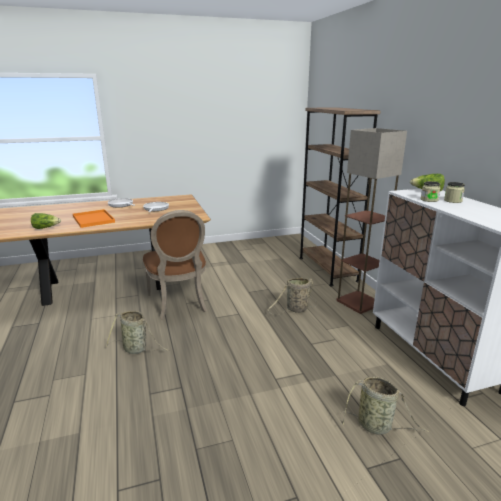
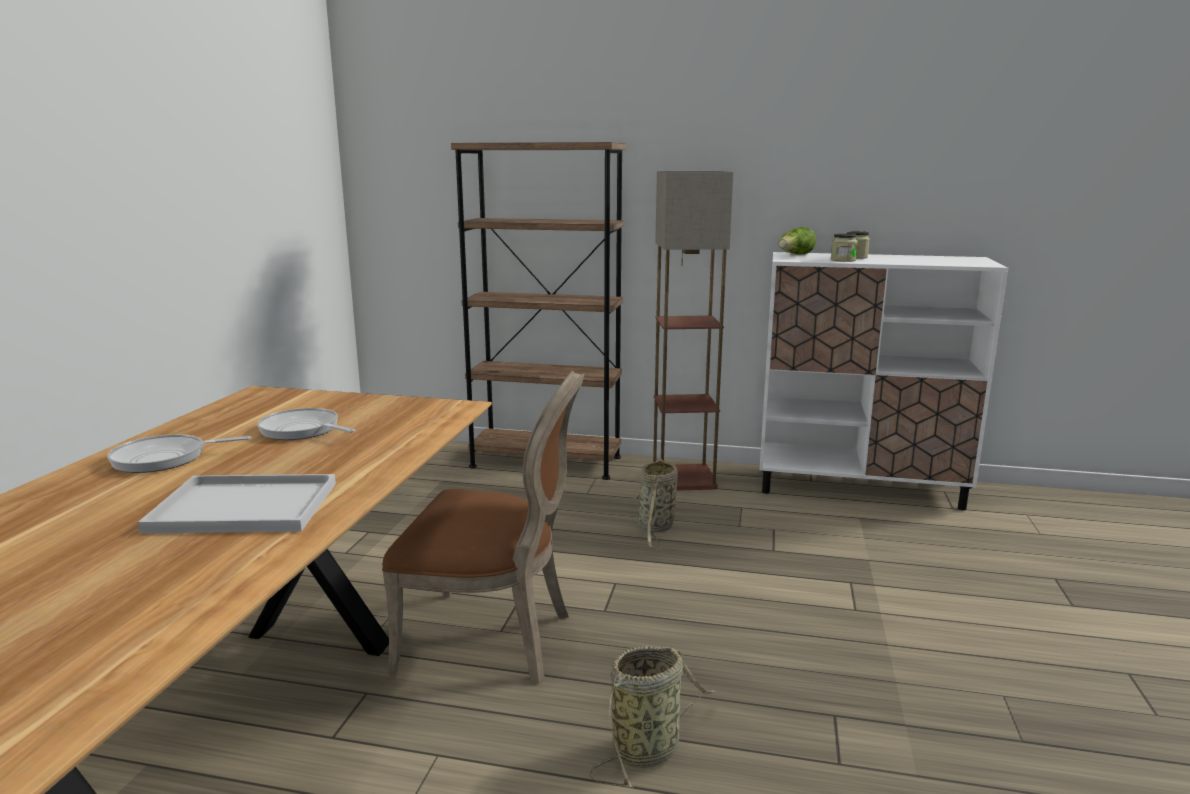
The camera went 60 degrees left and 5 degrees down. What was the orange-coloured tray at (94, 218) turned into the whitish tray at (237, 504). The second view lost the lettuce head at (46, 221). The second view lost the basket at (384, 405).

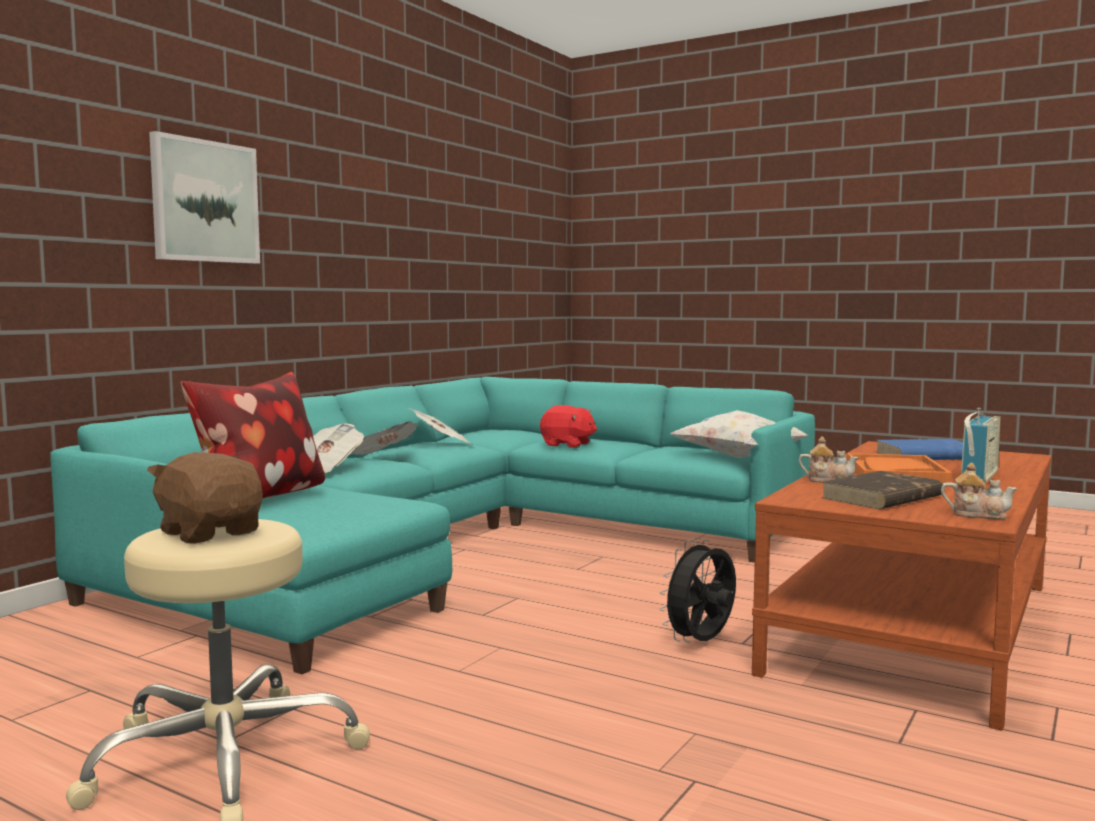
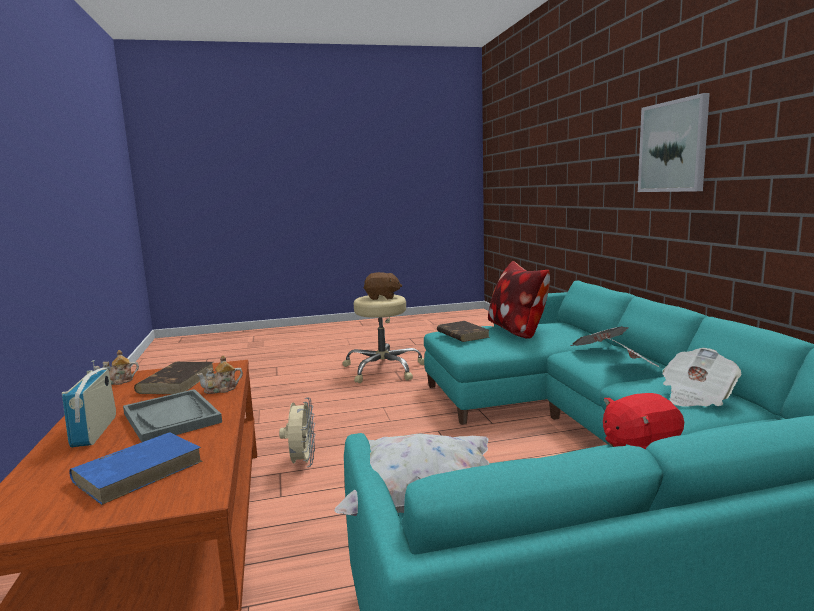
The camera went 135 degrees right and 5 degrees up. What was the orange-coloured tray at (899, 468) turned into the gray tray at (172, 415). What was the black electric fan at (697, 590) turned into the beige electric fan at (297, 432). The second view gained the brown-coloured book at (463, 331).

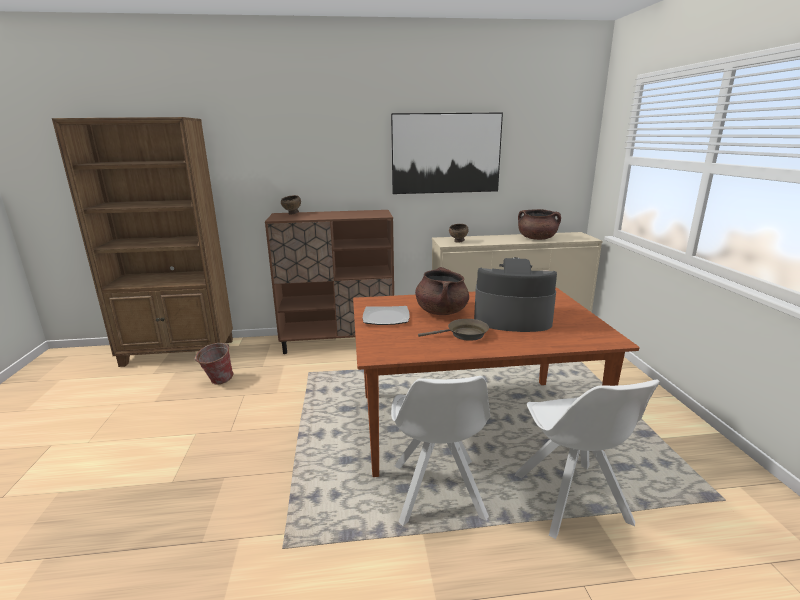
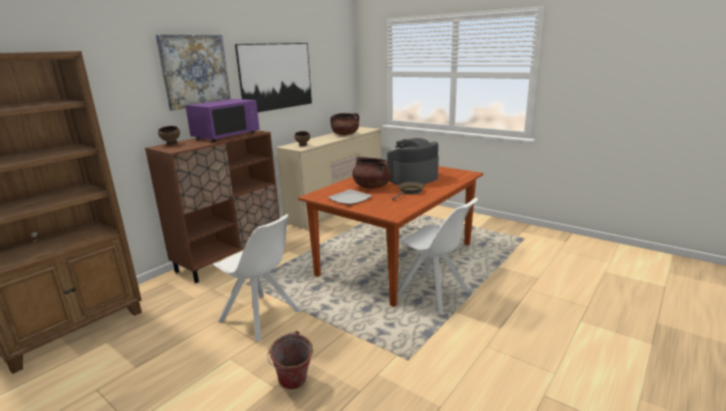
The camera went 45 degrees left and 0 degrees up. The second view gained the picture at (193, 72). The second view gained the purple-coloured kitchen microwave at (222, 120). The whitish chair ended up elsewhere, having gone from (587, 459) to (257, 277). The bucket ended up elsewhere, having gone from (213, 364) to (290, 360).

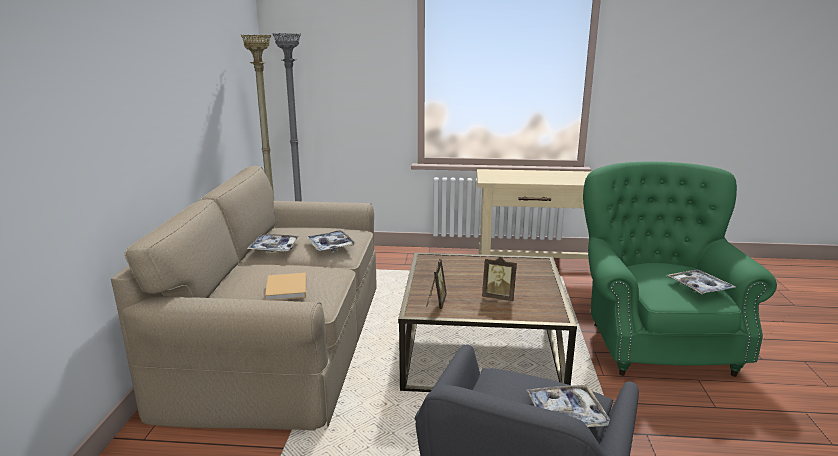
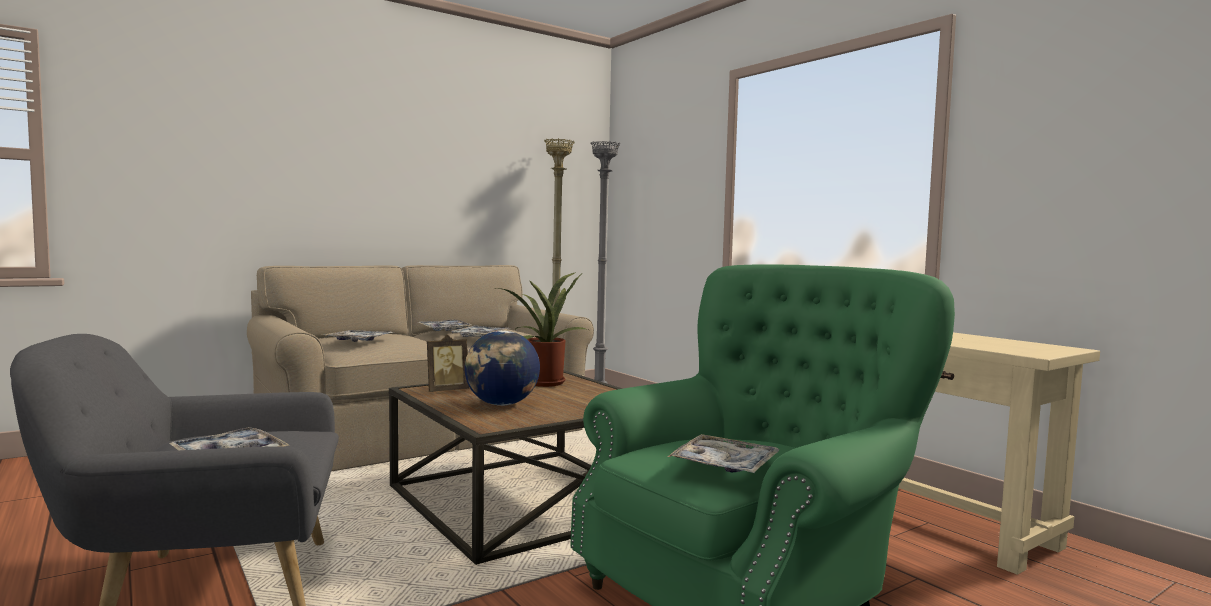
The camera went 50 degrees right and 15 degrees down. Where the beige book stood at (285, 286), the tray came to stand at (358, 336). Where the picture frame stood at (499, 279), the globe came to stand at (502, 368). The second view gained the potted plant at (544, 329).

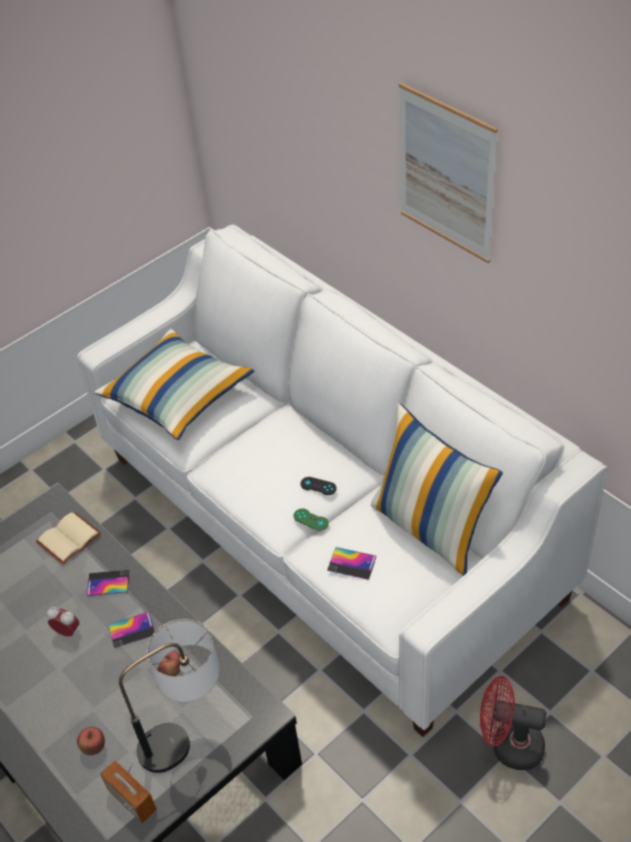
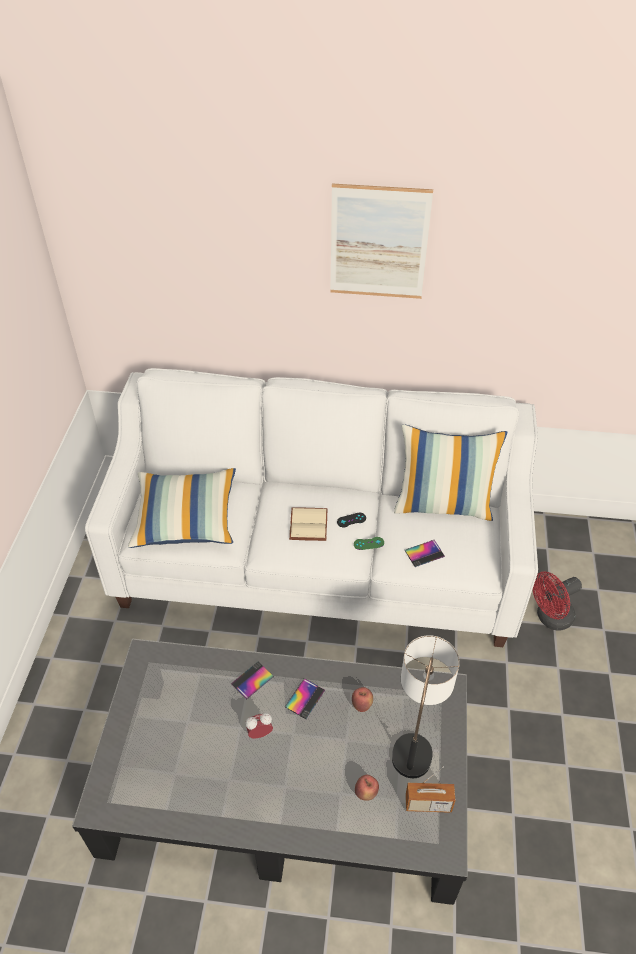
The camera went 45 degrees left and 0 degrees up. The beige book ended up elsewhere, having gone from (68, 537) to (308, 524).

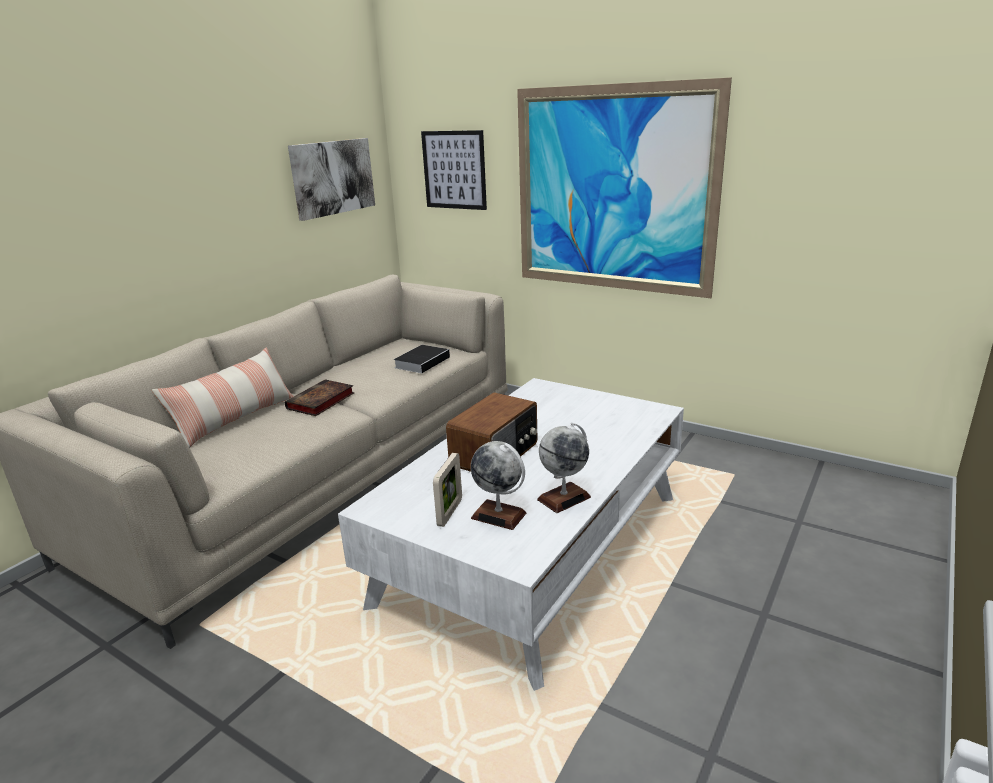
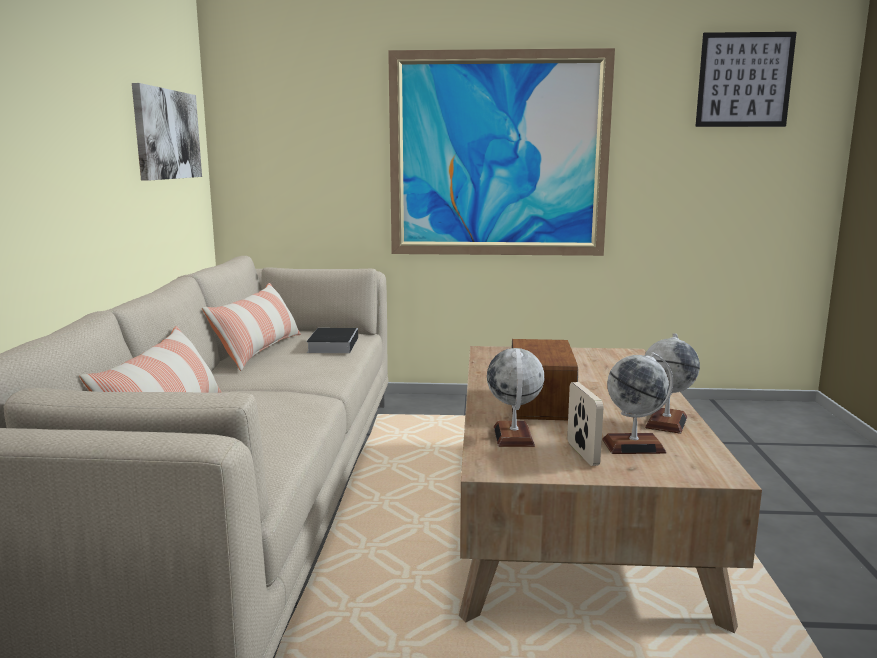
The camera went 30 degrees left and 10 degrees down. The second view gained the pillow at (251, 327). What was the whitish low table at (511, 534) turned into the brown-coloured low table at (610, 489). The second view gained the globe at (515, 397). The picture ended up elsewhere, having gone from (454, 170) to (745, 79). The second view lost the book at (319, 397).

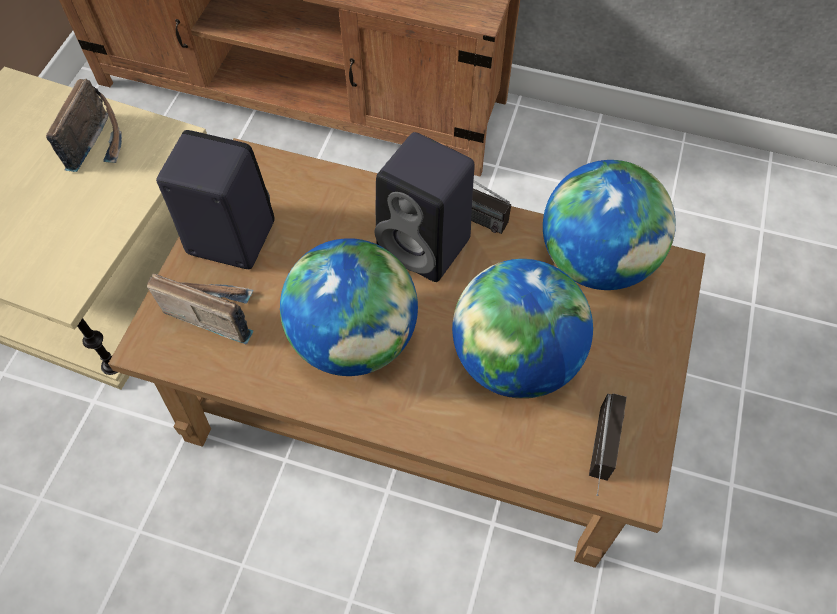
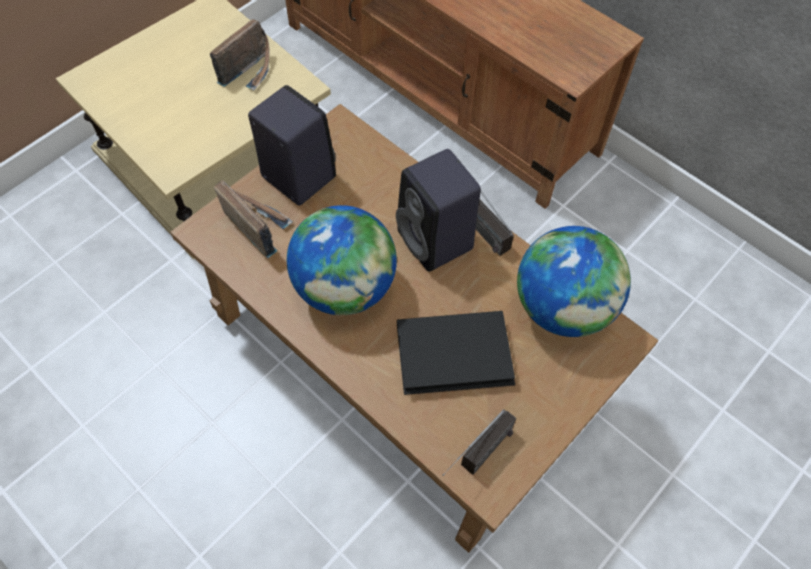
The camera went 25 degrees right and 0 degrees up. Where the globe stood at (522, 329), the black book came to stand at (456, 353).

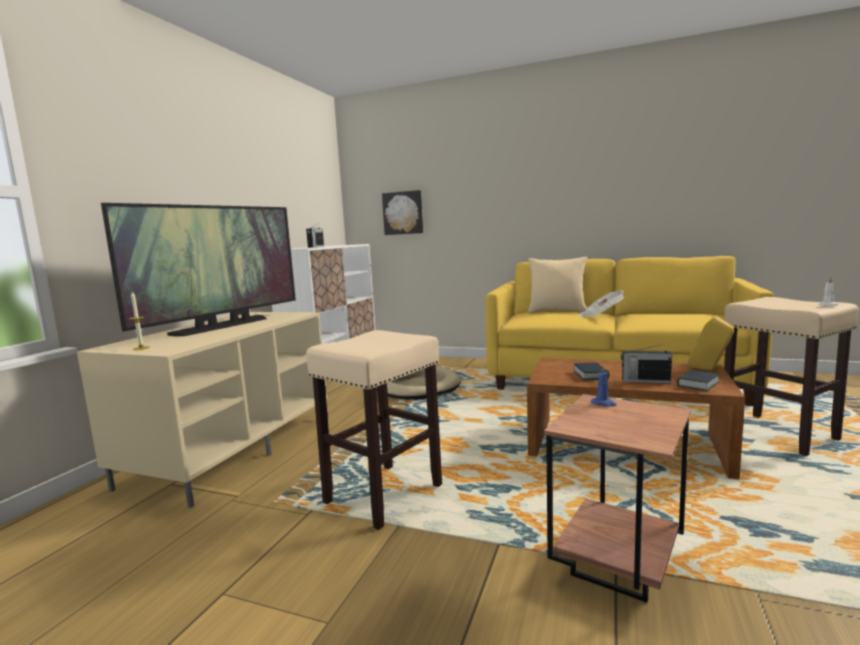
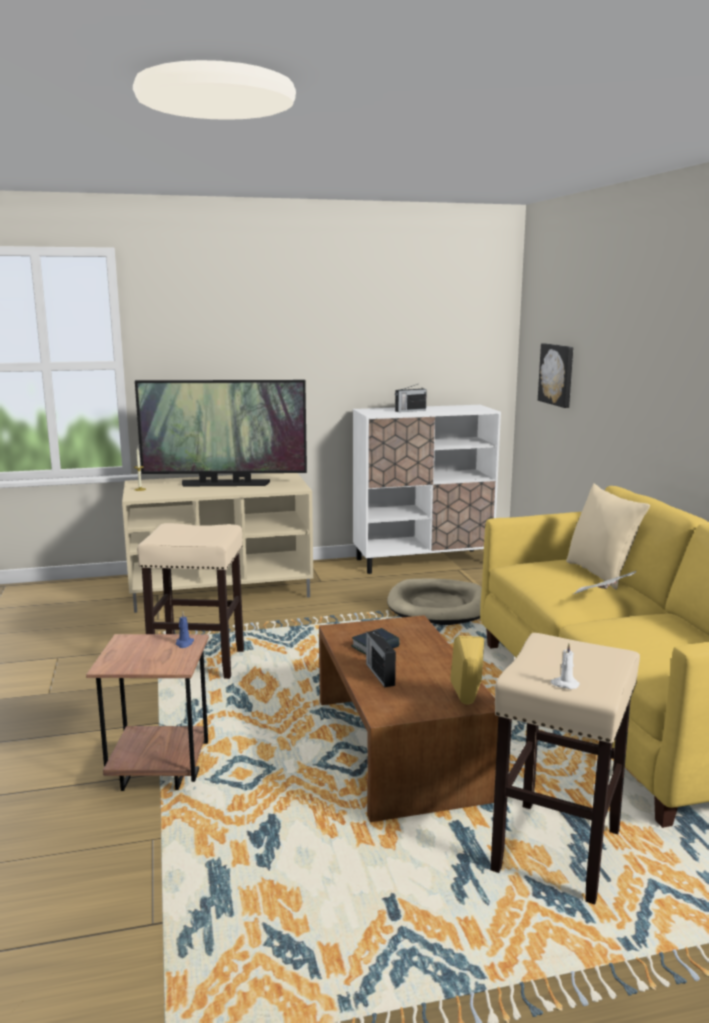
The camera went 55 degrees right and 5 degrees up. The second view lost the book at (698, 380).

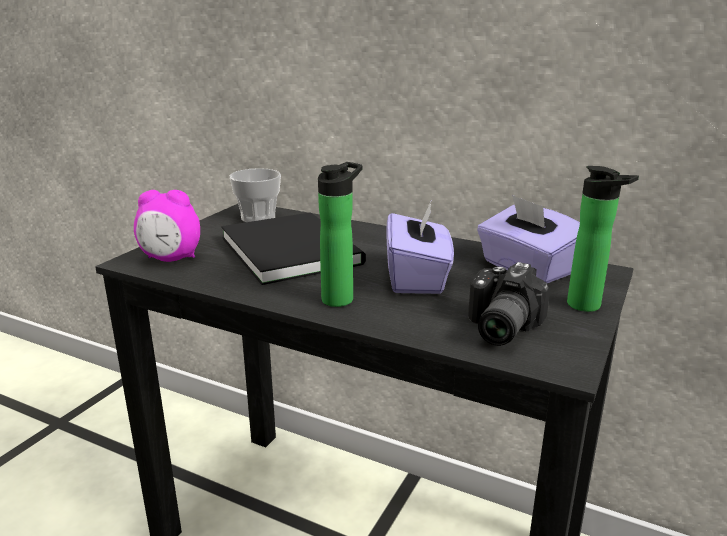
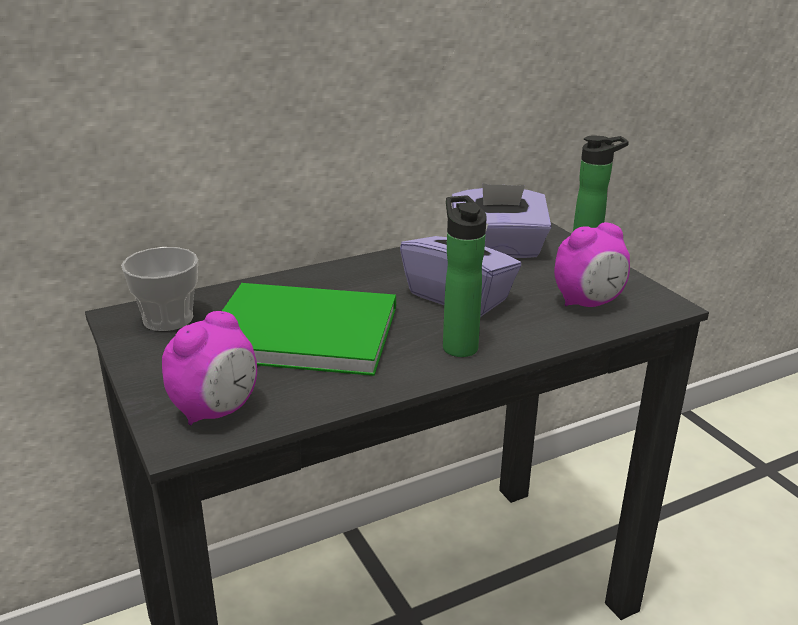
The camera went 55 degrees left and 5 degrees up. What was the black book at (293, 248) turned into the green book at (309, 329). Where the photo camera stood at (509, 304), the alarm clock came to stand at (592, 264).

